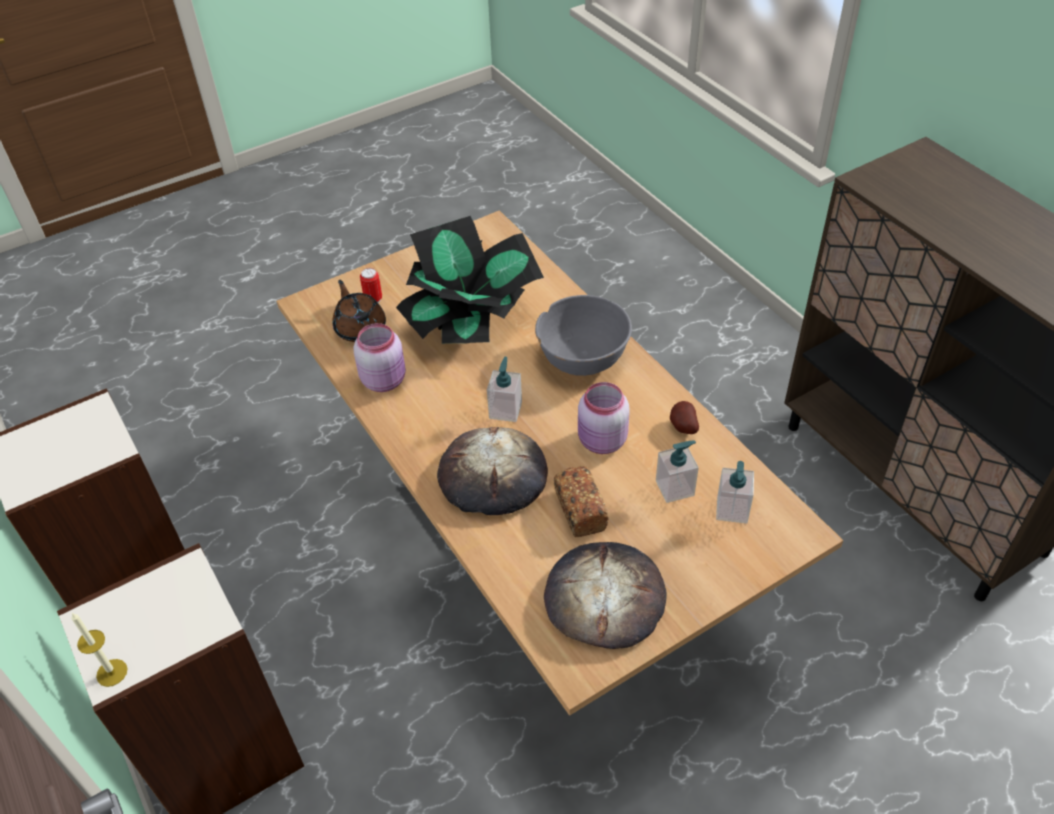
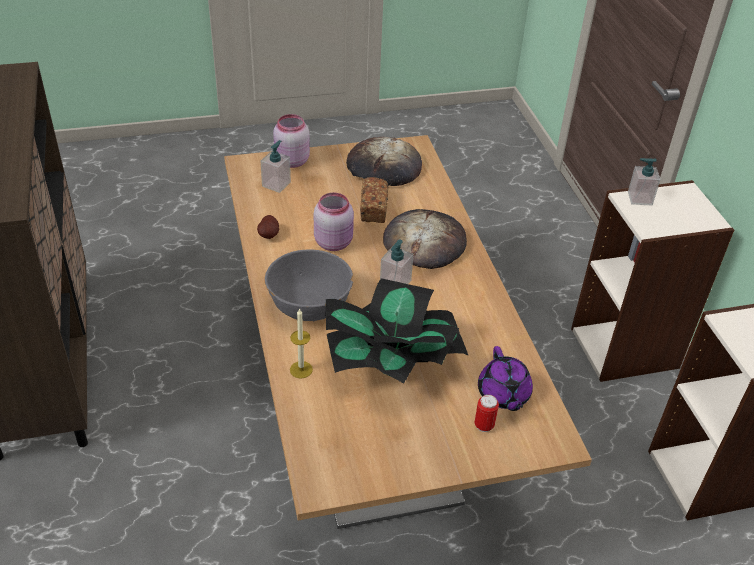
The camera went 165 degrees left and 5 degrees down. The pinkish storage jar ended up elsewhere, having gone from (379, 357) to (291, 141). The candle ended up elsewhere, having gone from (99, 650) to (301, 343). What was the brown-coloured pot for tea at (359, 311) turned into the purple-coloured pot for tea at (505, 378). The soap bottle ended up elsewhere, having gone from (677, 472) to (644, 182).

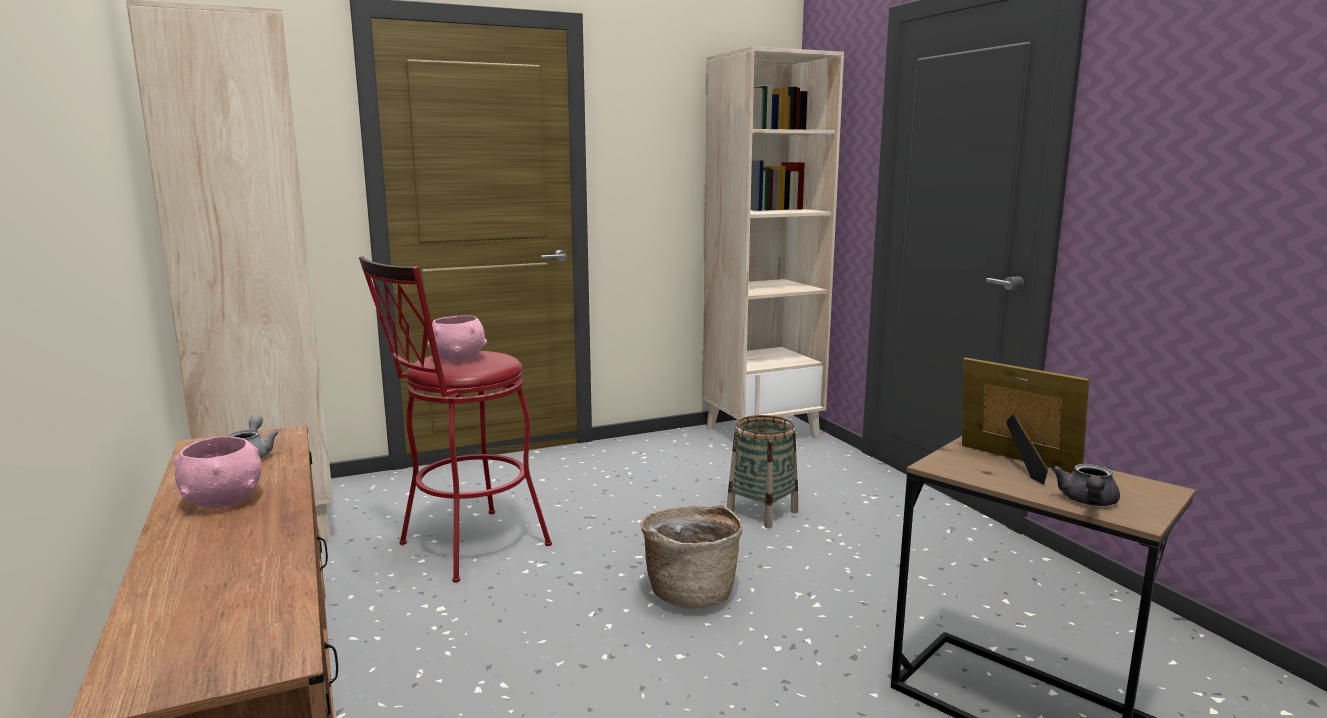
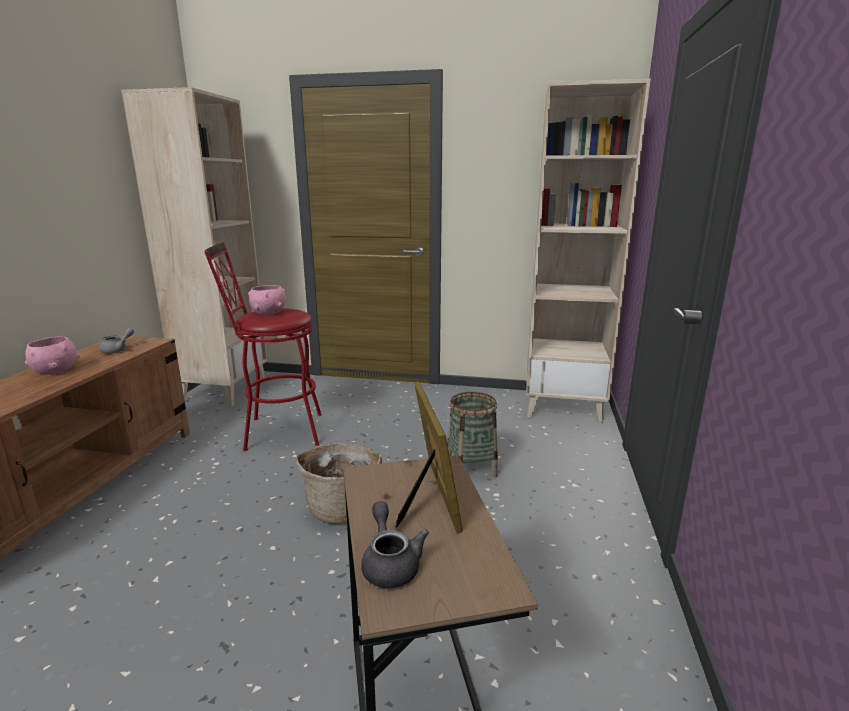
The camera went 35 degrees right and 5 degrees up. The gray pot for tea at (1086, 485) ended up facing another way, 105 degrees clockwise from before.

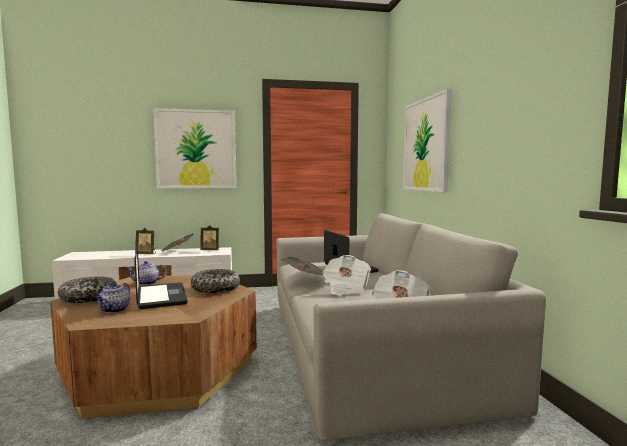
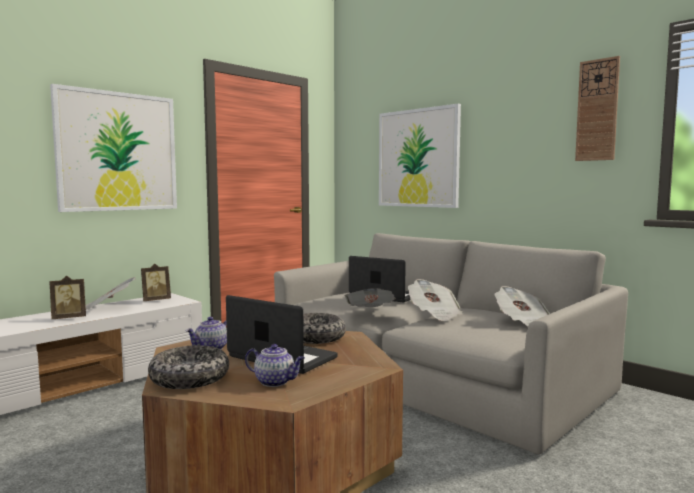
The camera went 35 degrees left and 0 degrees up. The pot for tea at (113, 297) ended up facing another way, 45 degrees counterclockwise from before. The second view gained the hanging clock at (597, 108).

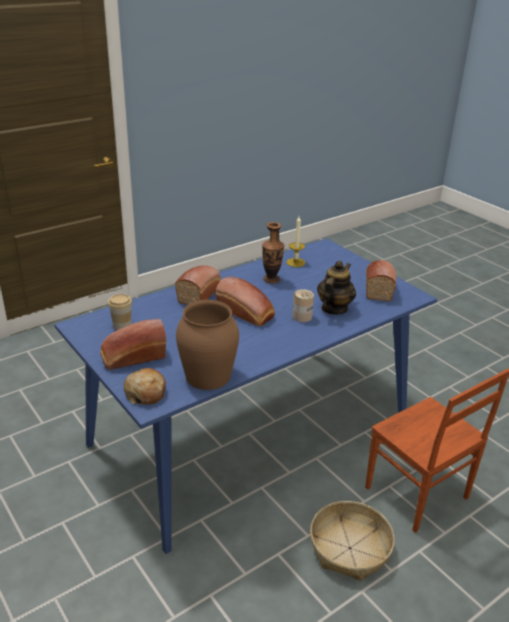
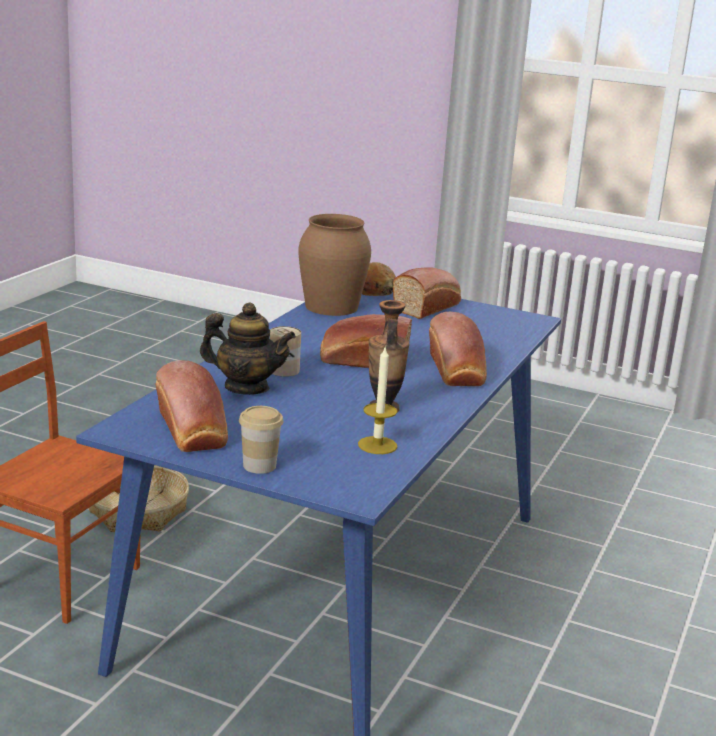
The camera went 150 degrees right and 10 degrees down. The pot for tea at (336, 288) ended up facing another way, 75 degrees counterclockwise from before. The small cup ended up elsewhere, having gone from (120, 312) to (261, 440).

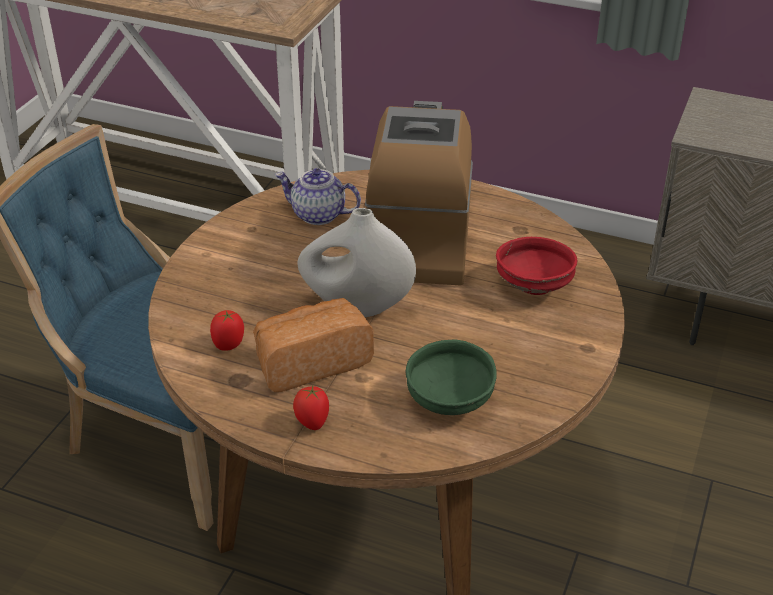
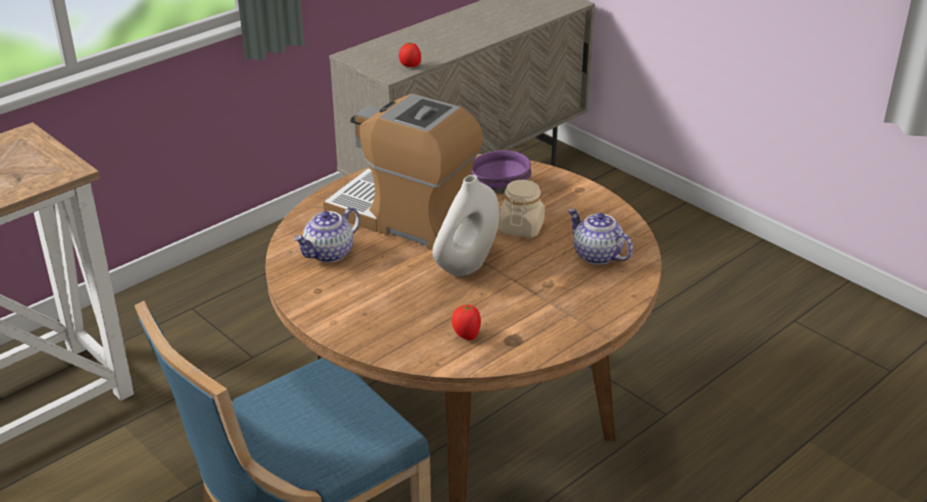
The camera went 65 degrees left and 5 degrees down. The tomato ended up elsewhere, having gone from (311, 407) to (410, 54). What was the red deep dish at (536, 266) turned into the purple-coloured deep dish at (501, 172). The second view gained the beige storage jar at (522, 209). Where the green deep dish stood at (451, 377), the pot for tea came to stand at (600, 237). The second view lost the bakery bread at (313, 345).

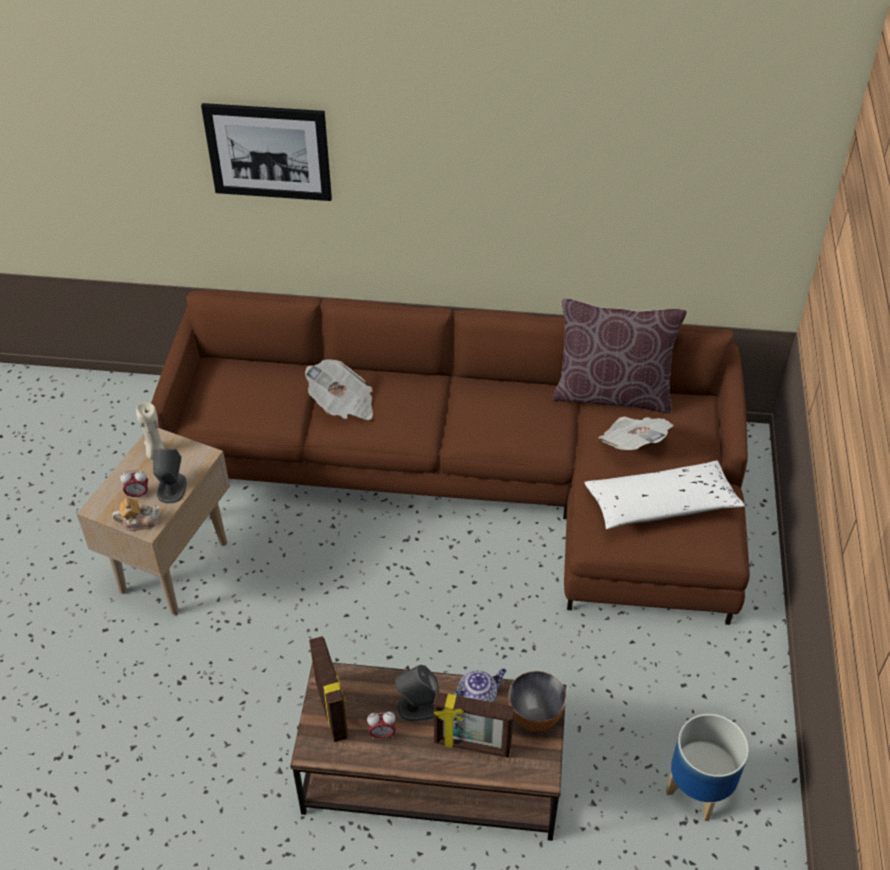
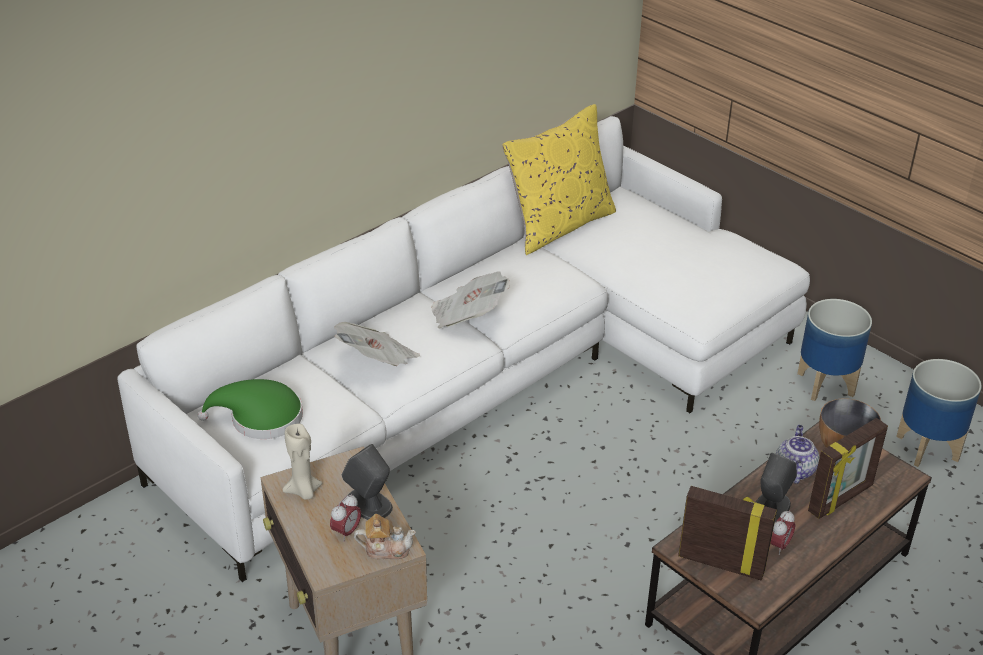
The camera went 50 degrees left and 10 degrees down. What was the brown-coloured settee at (450, 457) turned into the whitish settee at (463, 349). The second view gained the green hat at (250, 409). The pot for tea at (136, 514) ended up facing another way, 60 degrees clockwise from before. The daily paper ended up elsewhere, having gone from (635, 433) to (470, 300). What was the brown-coloured pillow at (619, 355) turned into the yellowish pillow at (559, 179). The second view gained the plant pot at (834, 350). The second view lost the picture at (266, 152). The second view lost the whitish pillow at (665, 495).

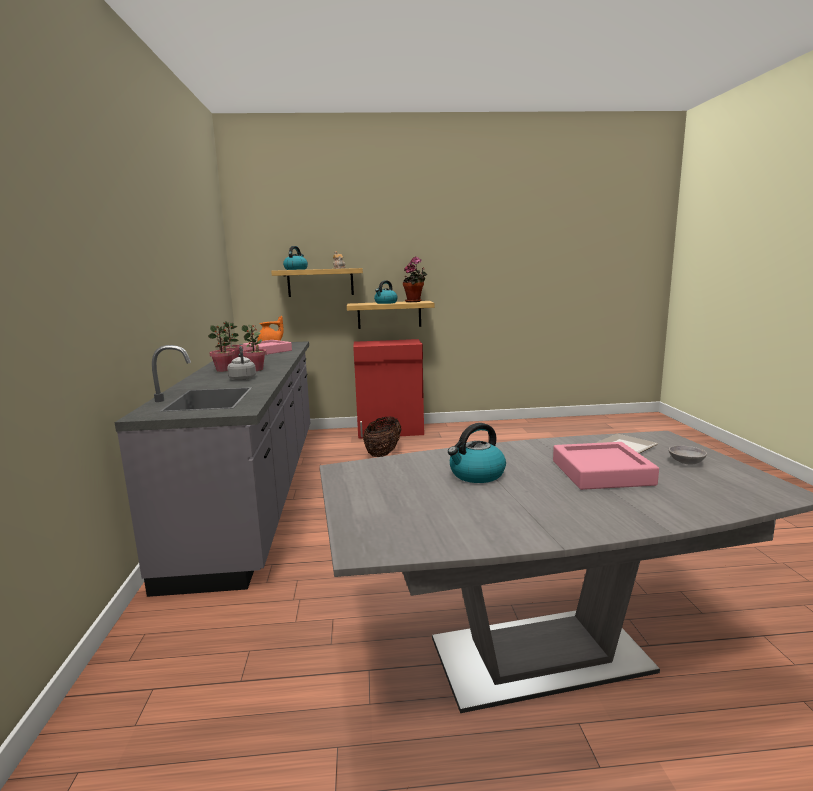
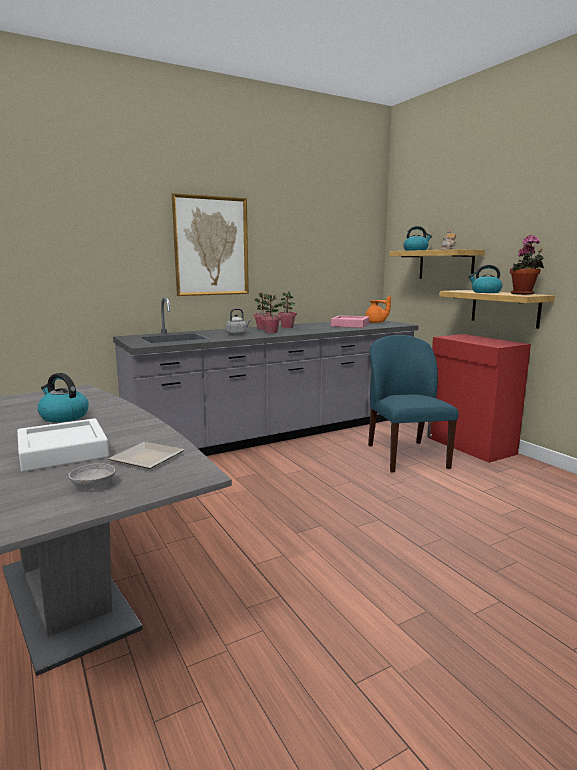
The camera went 65 degrees right and 0 degrees up. What was the pinkish tray at (606, 466) turned into the whitish tray at (63, 445). The second view gained the picture at (210, 244). Where the basket stood at (382, 437), the bluish chair came to stand at (413, 404).

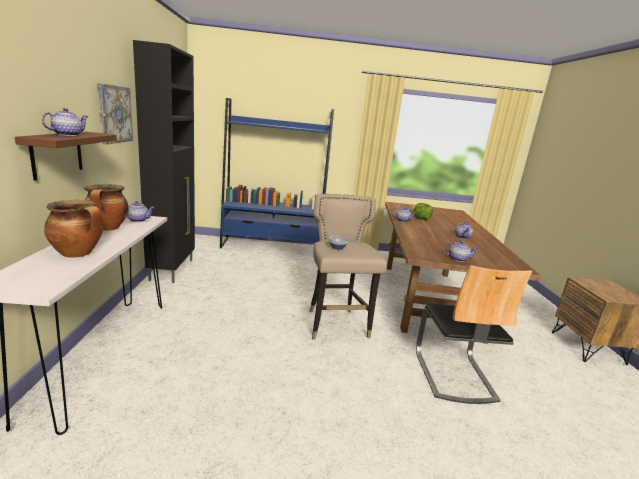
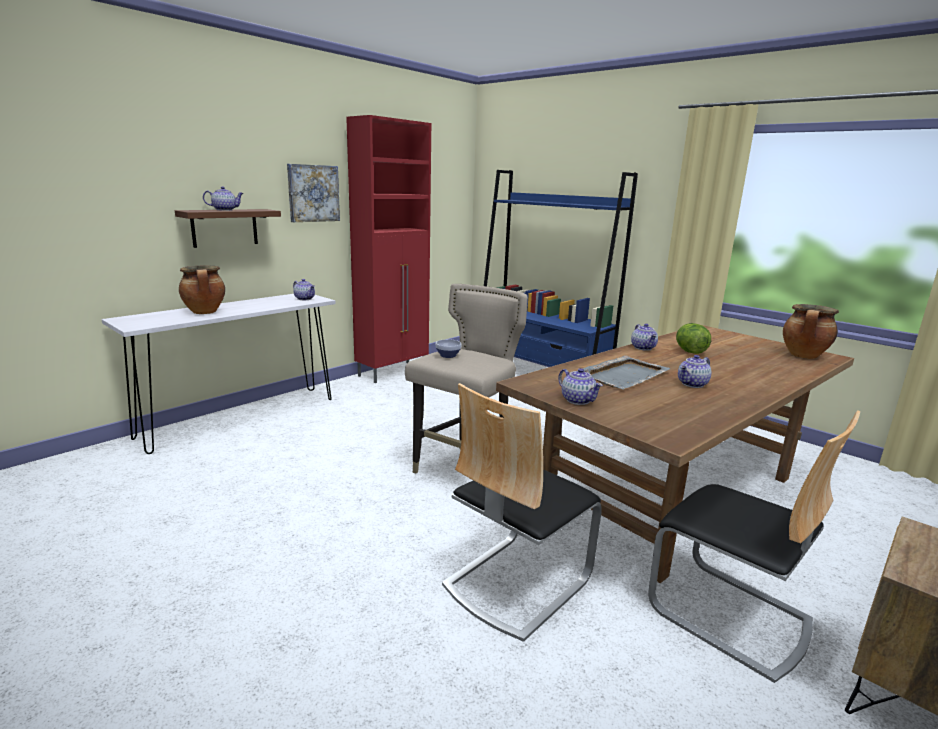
The camera went 45 degrees right and 0 degrees up. What was the black cabinet at (164, 161) turned into the red cabinet at (388, 249). The second view gained the gray tray at (626, 372). The second view gained the chair at (754, 546). The cooking pot ended up elsewhere, having gone from (107, 207) to (811, 331).

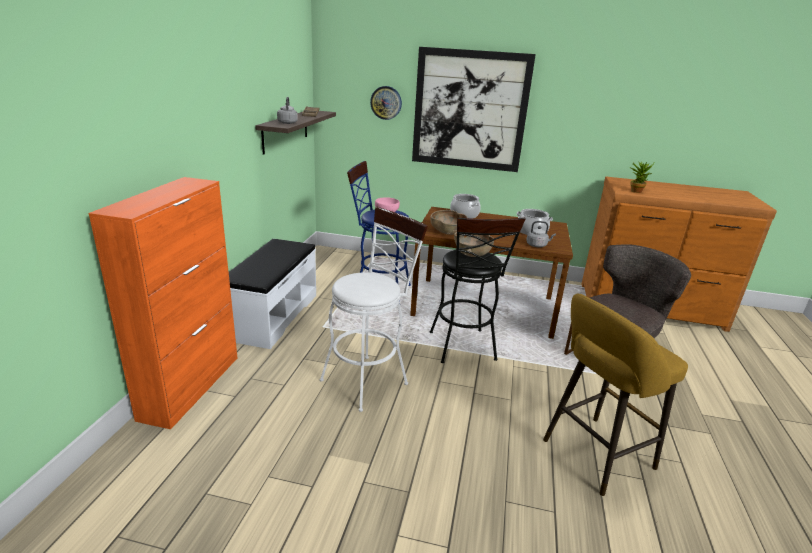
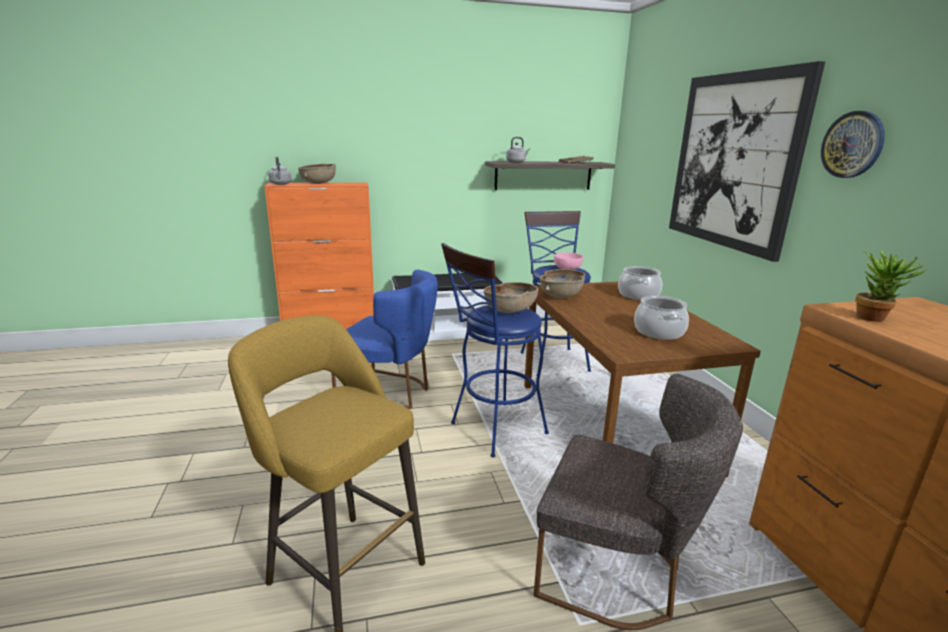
The camera went 65 degrees right and 5 degrees down. The gray water kettle ended up elsewhere, having gone from (541, 234) to (280, 170). The second view gained the brown-coloured deep dish at (317, 174). Where the whitish stool stood at (374, 309), the bluish chair came to stand at (384, 339). What was the black stool at (478, 290) turned into the bluish stool at (495, 350). The hanging clock ended up elsewhere, having gone from (386, 103) to (853, 144).

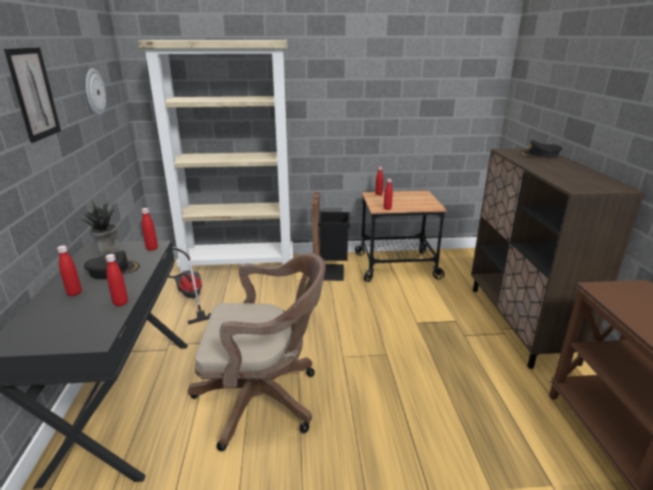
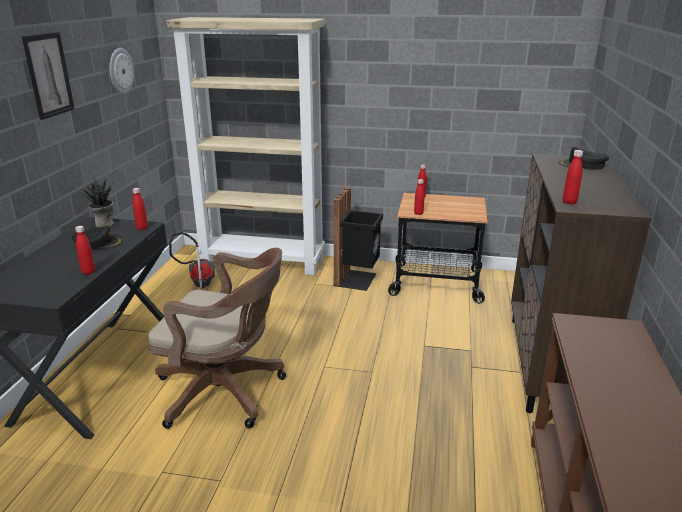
The camera went 15 degrees right and 0 degrees up. The red beverage bottle ended up elsewhere, having gone from (69, 270) to (573, 177).

